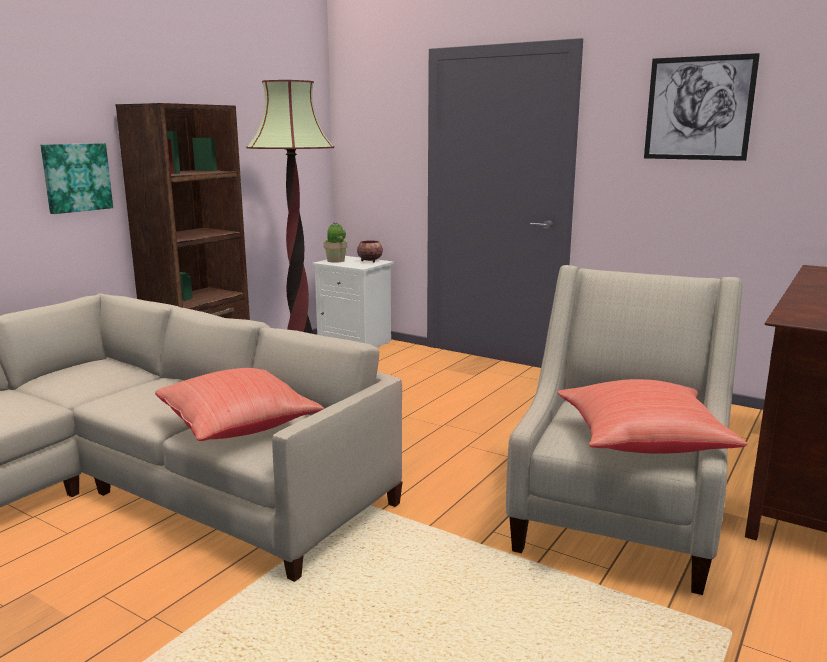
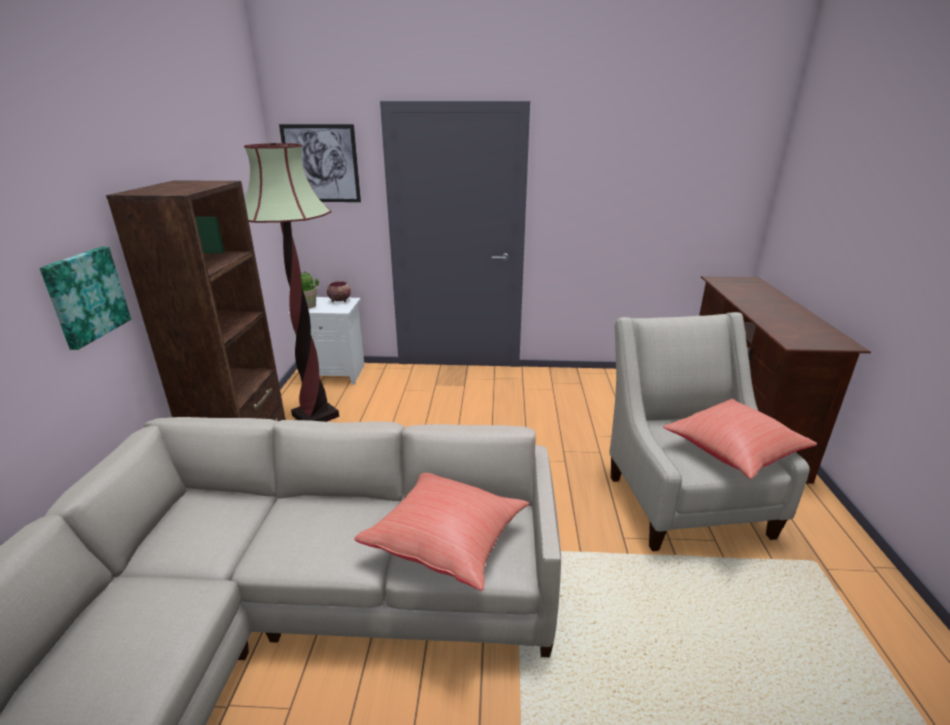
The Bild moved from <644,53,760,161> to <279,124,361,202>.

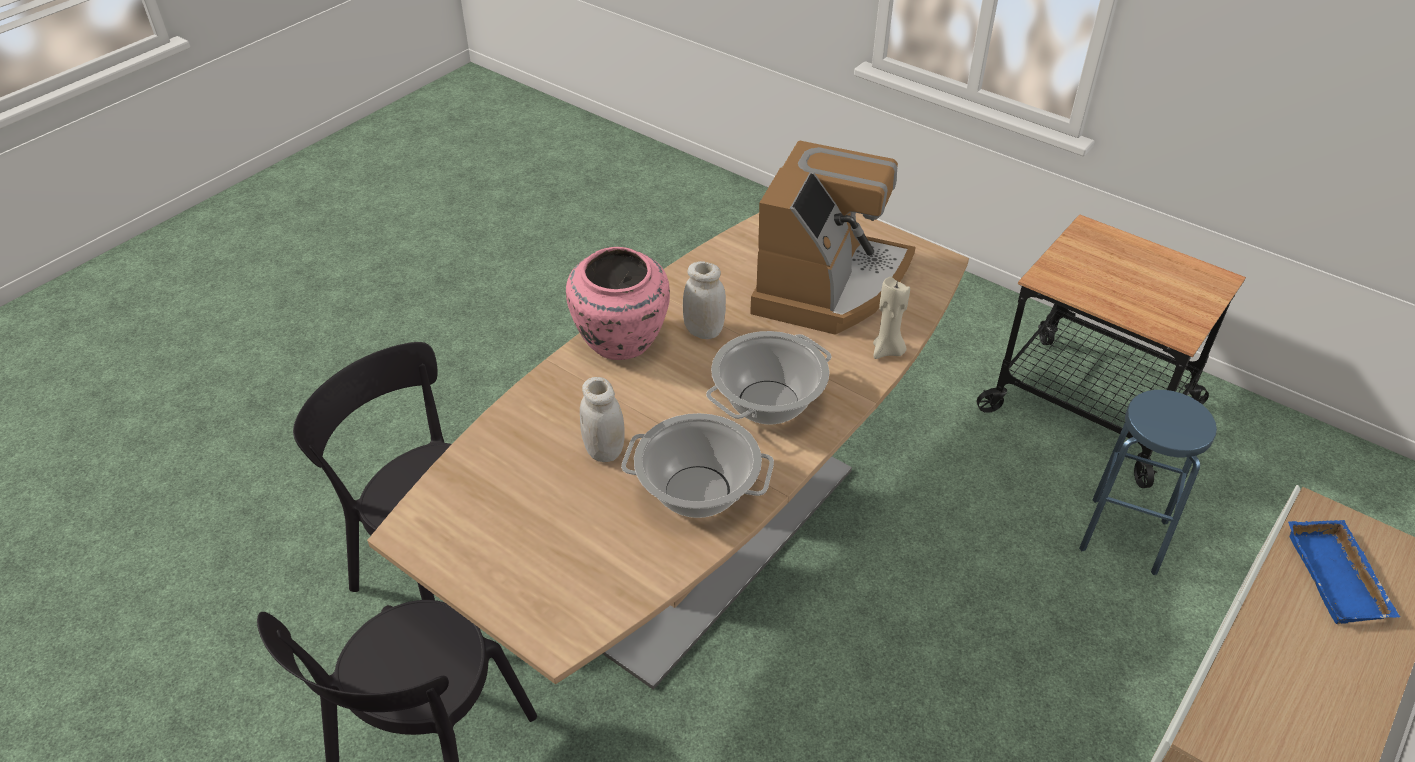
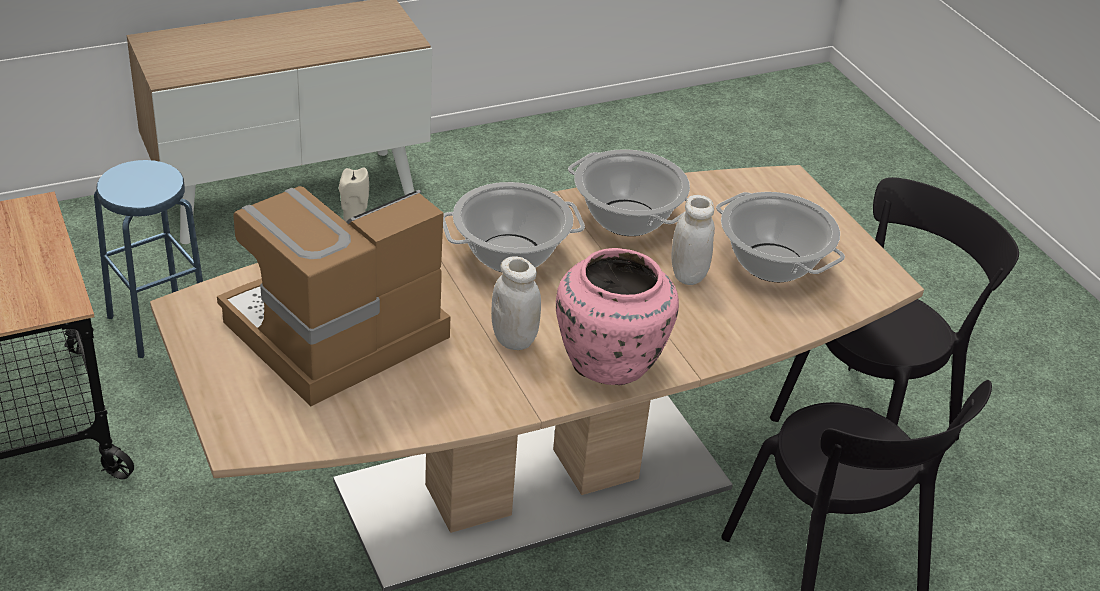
The Tablett/blau at <1288,520,1400,624> disappeared. The Kochtopf at <716,192,845,282> appeared.

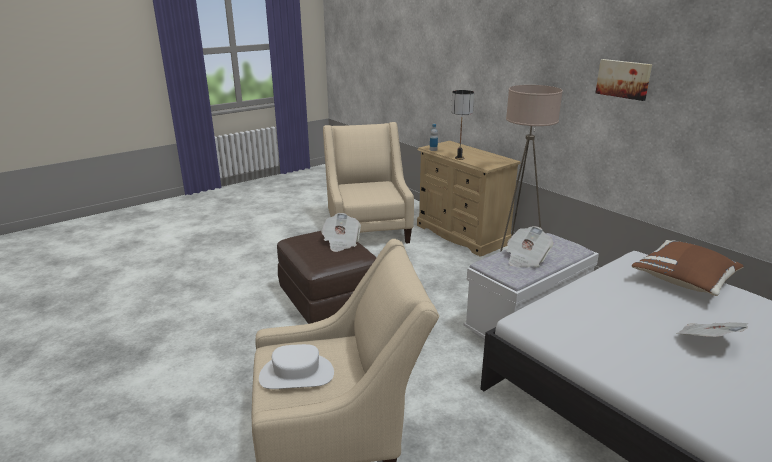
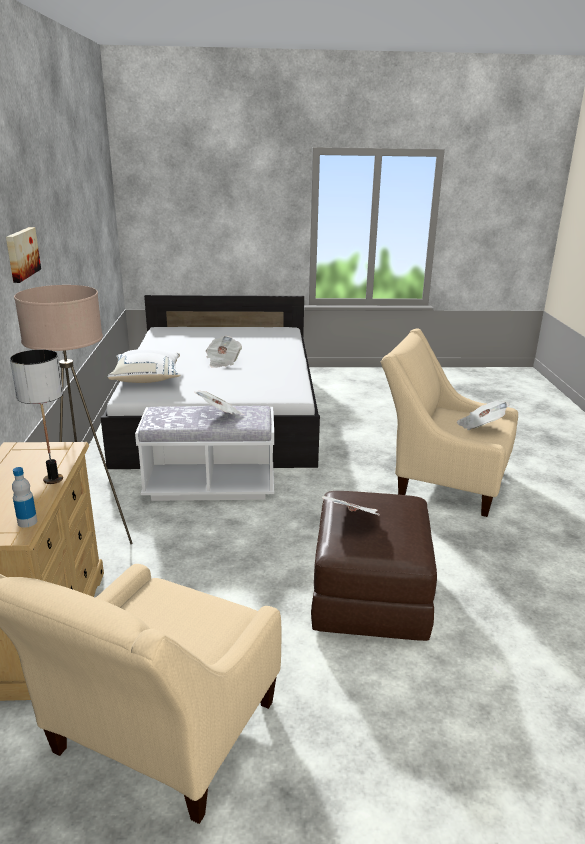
The Hut/weiß at <259,344,334,389> was replaced by the Zeitung at <456,401,509,430>. The Kissen/braun at <632,240,744,296> became the Kissen/weiß at <107,349,181,383>.

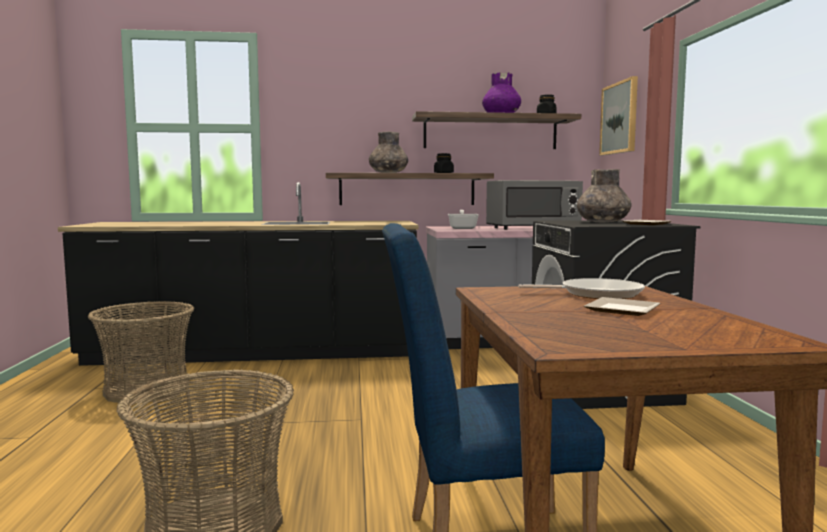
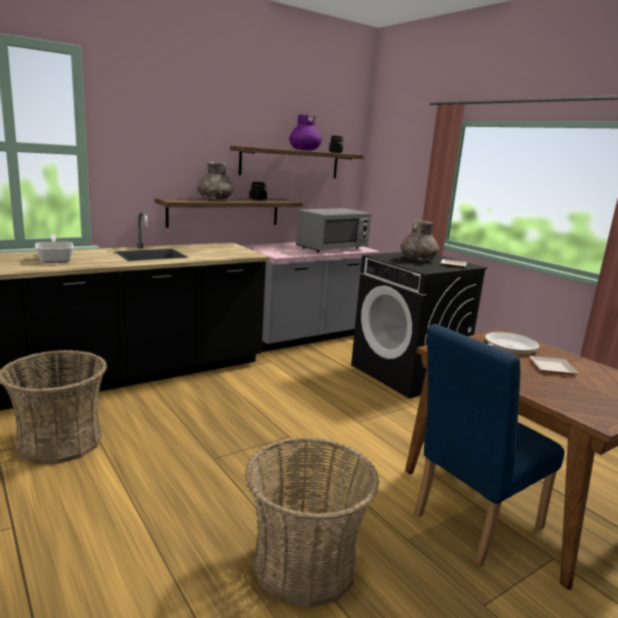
The Bild at <599,76,638,155> disappeared. The Pfanne moved from <448,210,479,229> to <35,234,74,263>.

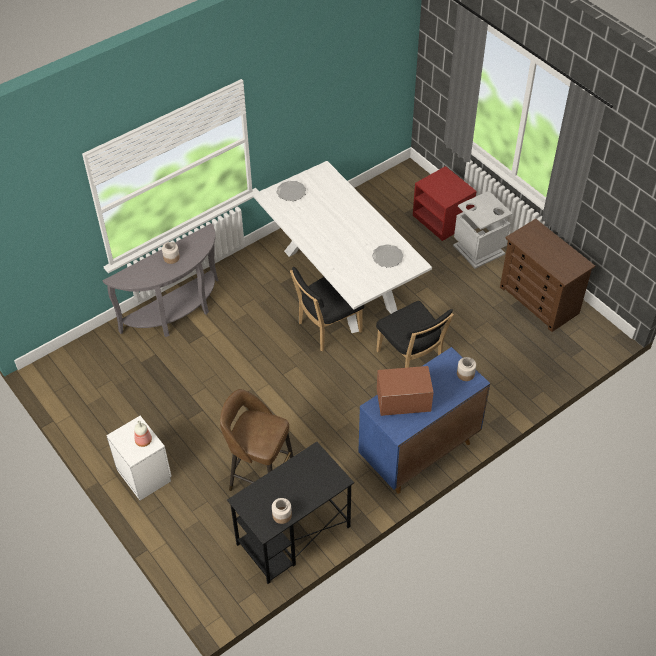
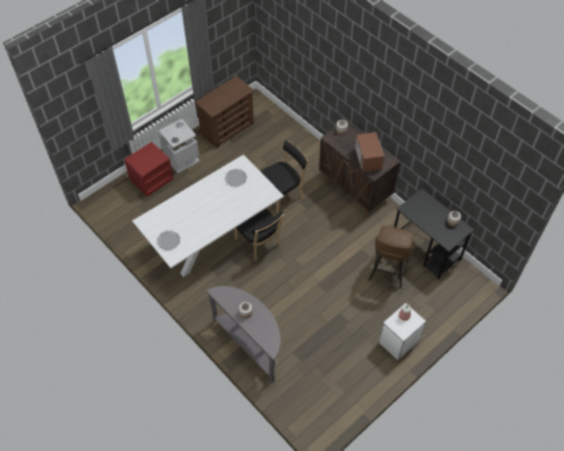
The Schrank/blau at <358,347,490,494> became the Schrank/braun at <319,120,400,215>.

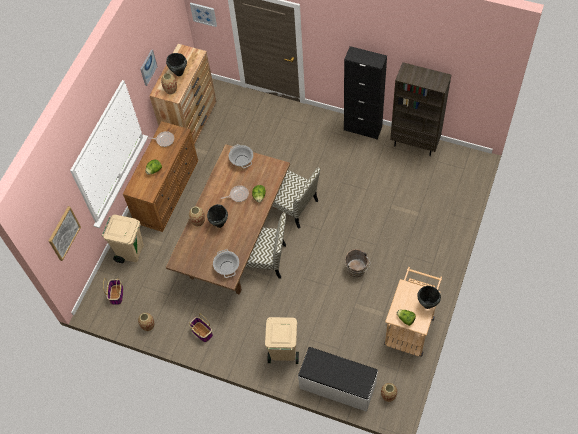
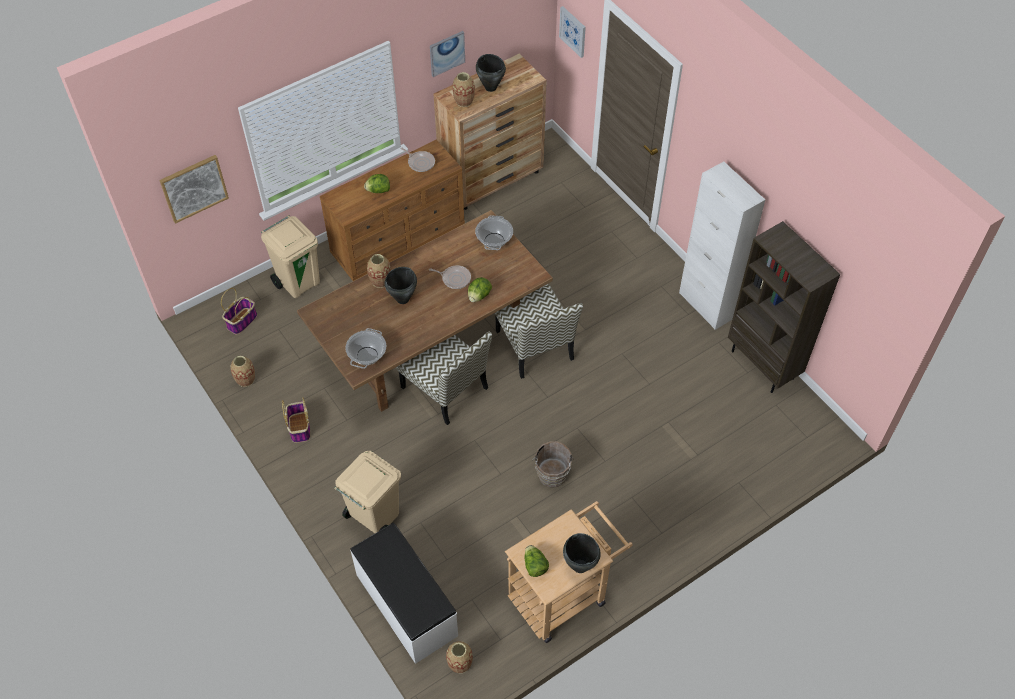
The Schrank/schwarz at <344,46,387,139> became the Schrank/weiß at <679,162,765,330>.

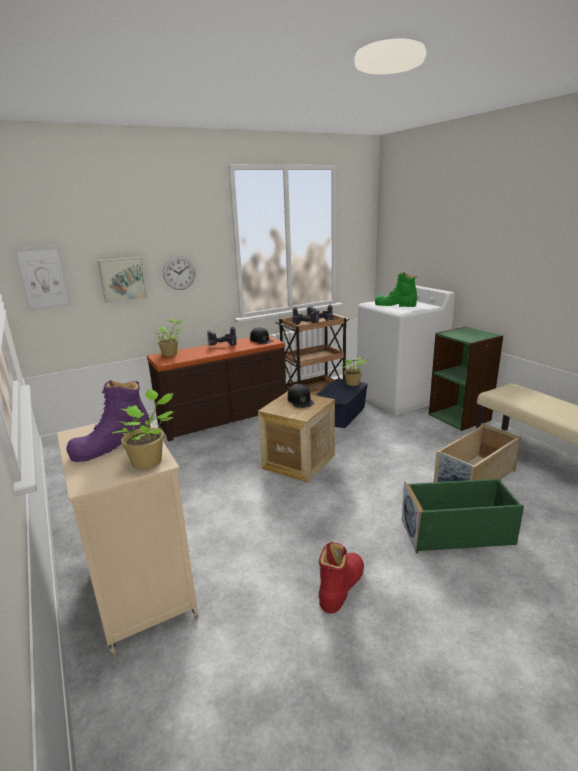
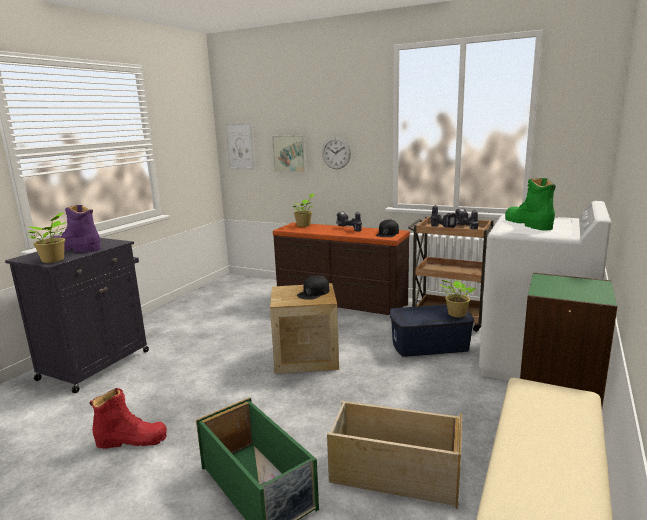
The Schrank/beige at <57,423,198,656> became the Schrank/schwarz at <5,238,149,393>.

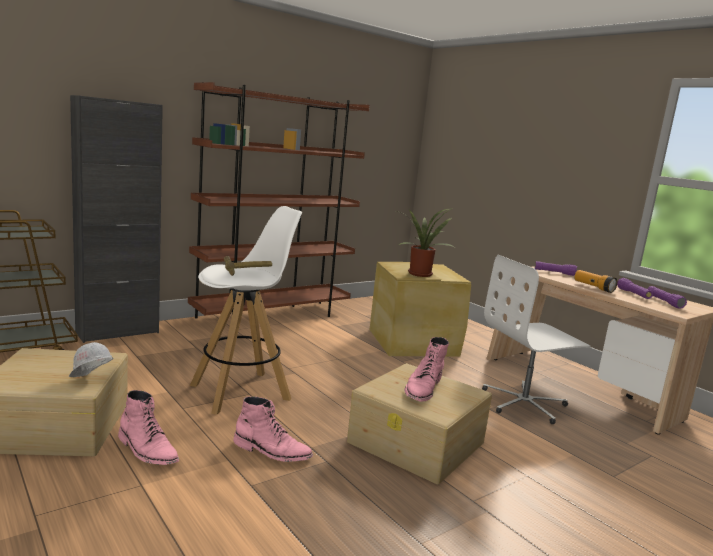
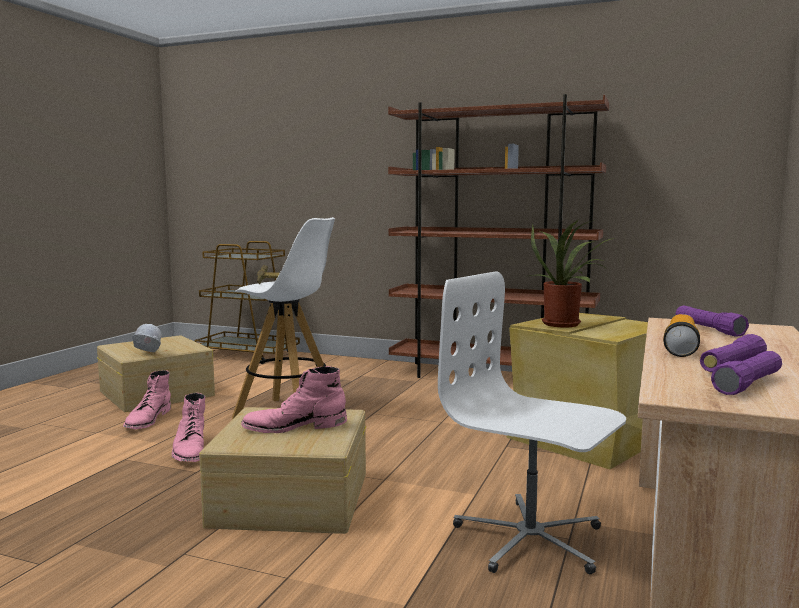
The Schrank/schwarz at <70,95,163,343> disappeared.

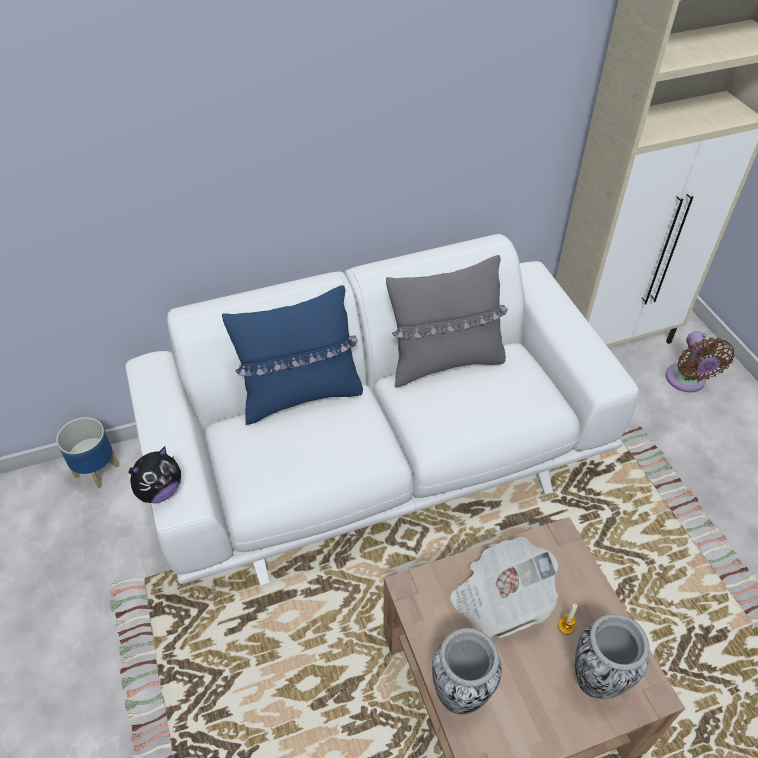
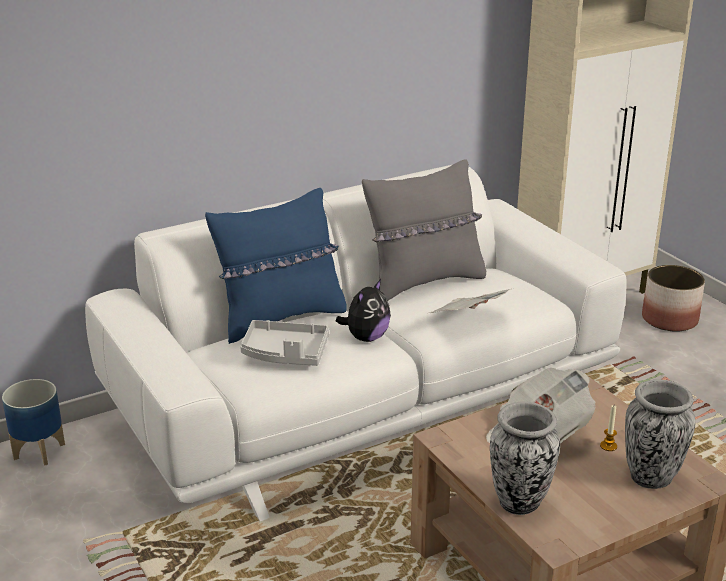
The Tablett/grau at <240,320,329,366> appeared. The Zeitung at <429,288,514,313> appeared. The Plüschtier moved from <128,446,181,503> to <336,279,391,342>. The Ventilator/braun at <666,331,735,393> was replaced by the Pflanzkübel at <642,265,705,332>.

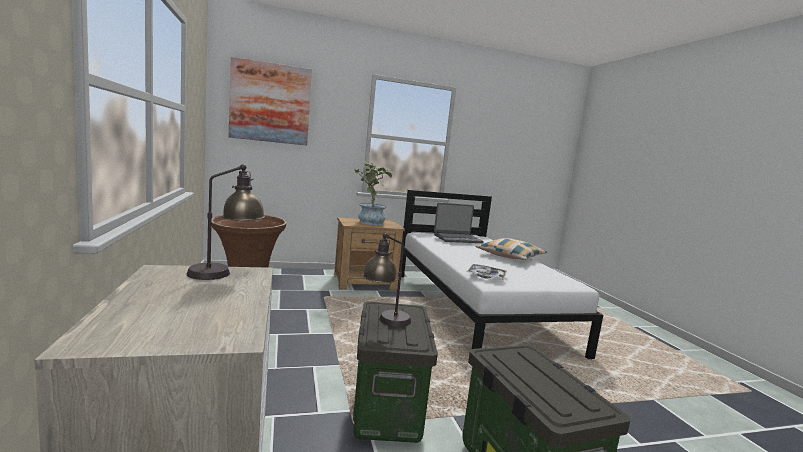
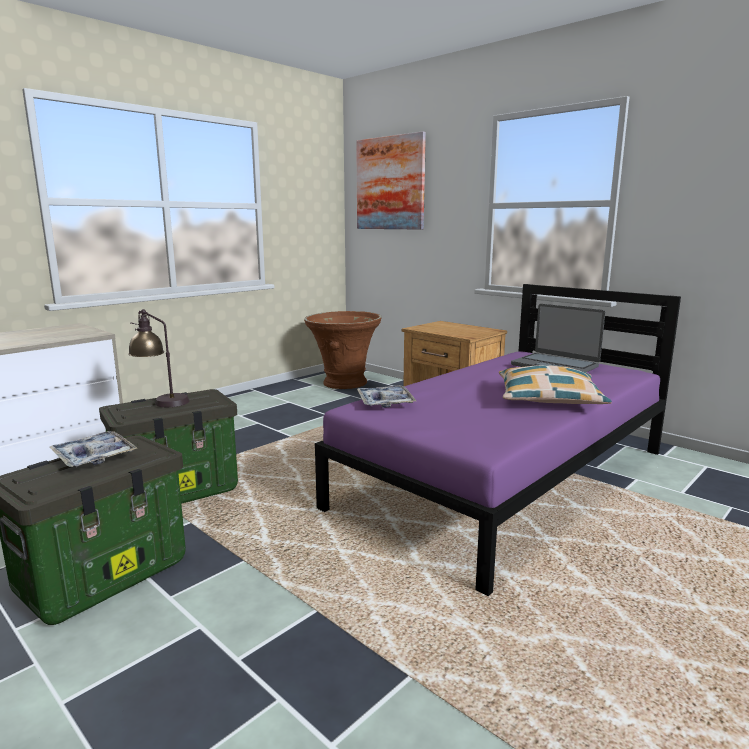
The Tischlampe at <187,164,265,280> disappeared. The Topfpflanze at <351,161,394,225> disappeared. The Tablett at <50,431,137,467> appeared. The Bett/weiß at <399,190,603,359> became the Bett/lila at <315,284,681,596>.

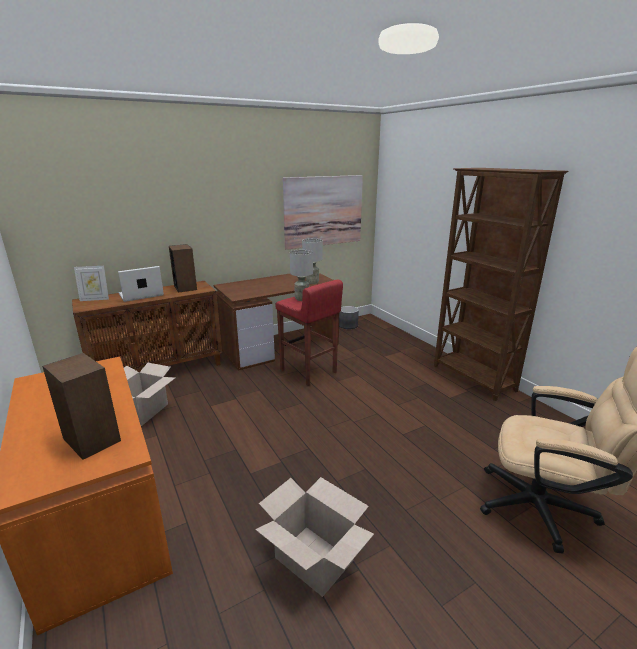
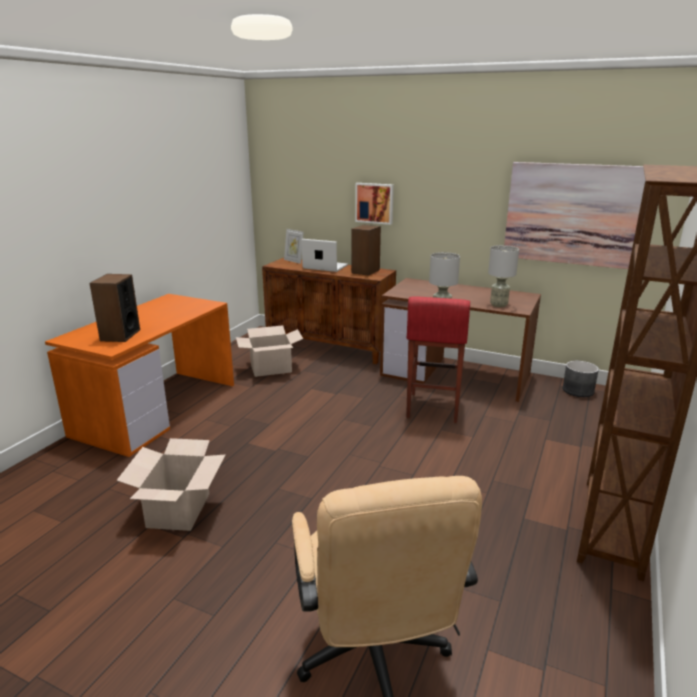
The Bild at <355,183,394,225> appeared.

